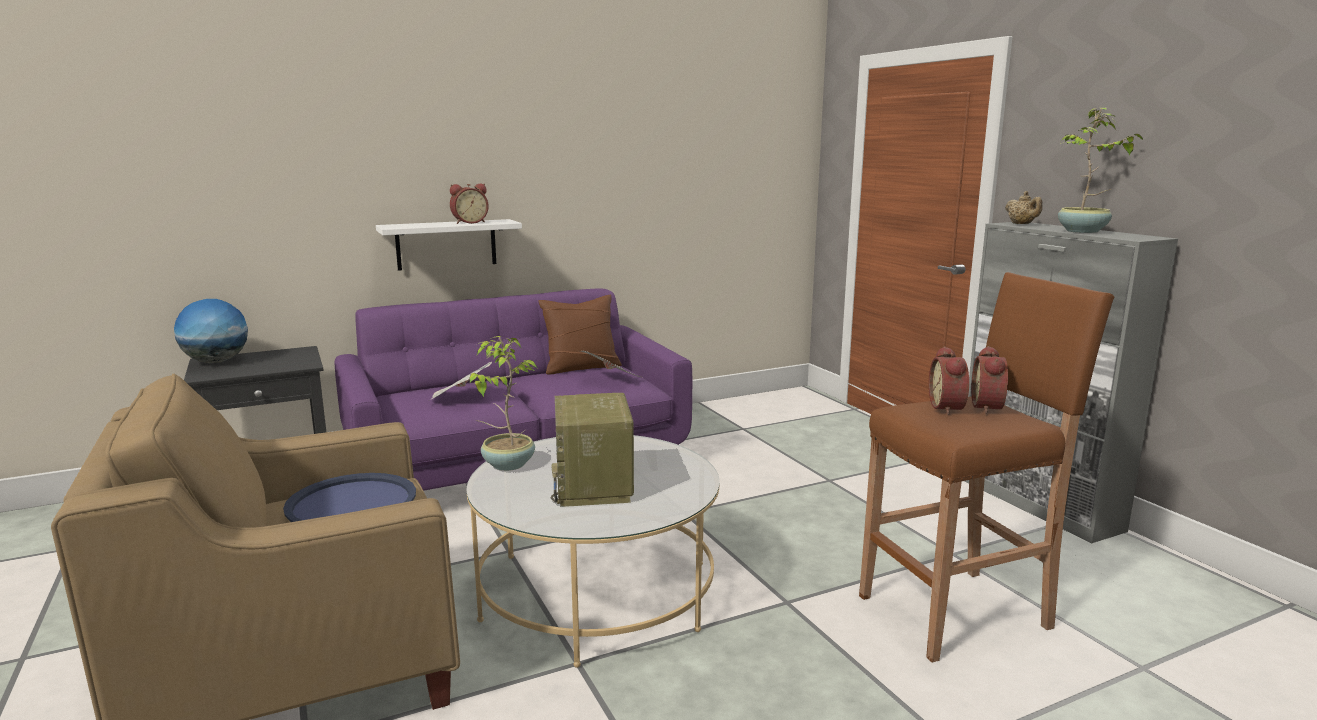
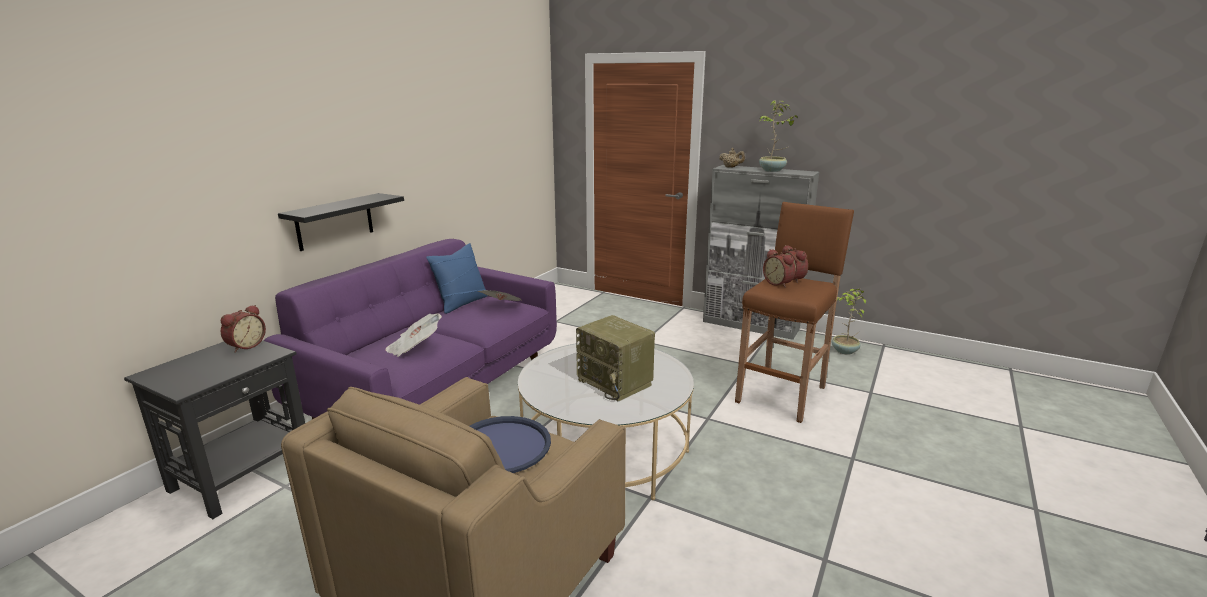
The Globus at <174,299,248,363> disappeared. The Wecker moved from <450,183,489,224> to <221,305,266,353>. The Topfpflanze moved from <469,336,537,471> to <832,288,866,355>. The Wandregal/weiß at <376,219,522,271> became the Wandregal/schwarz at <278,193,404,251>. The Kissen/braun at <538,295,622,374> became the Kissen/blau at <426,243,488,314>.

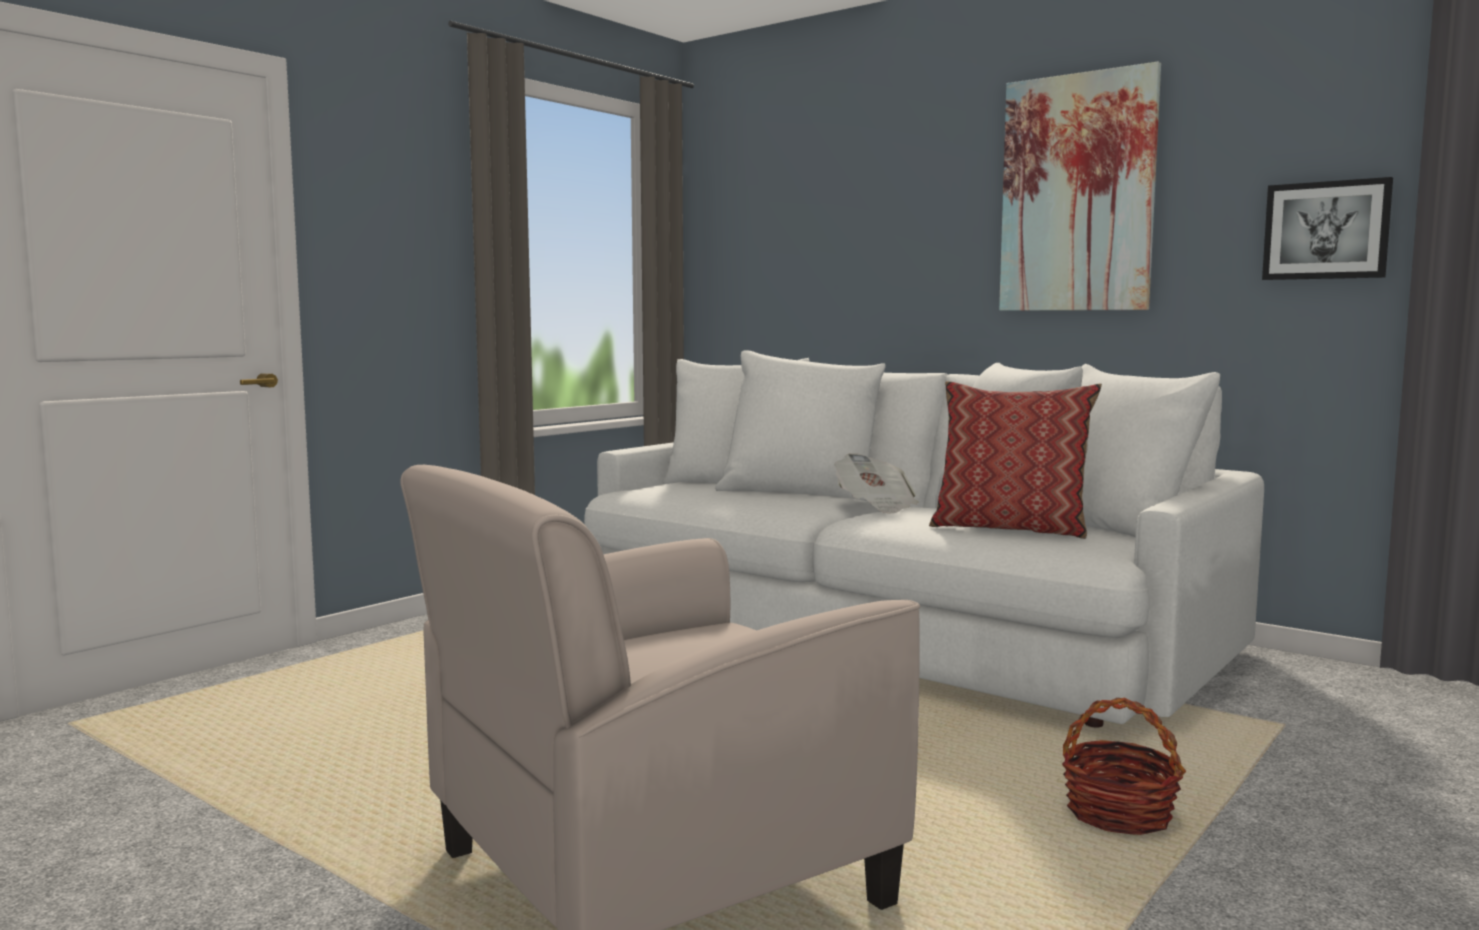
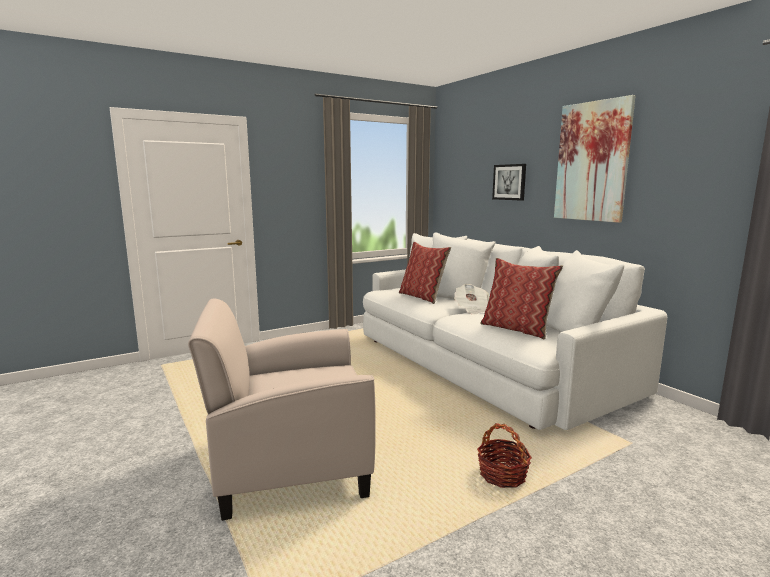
The Kissen at <399,242,451,304> appeared. The Bild moved from <1262,177,1393,280> to <492,164,526,201>.

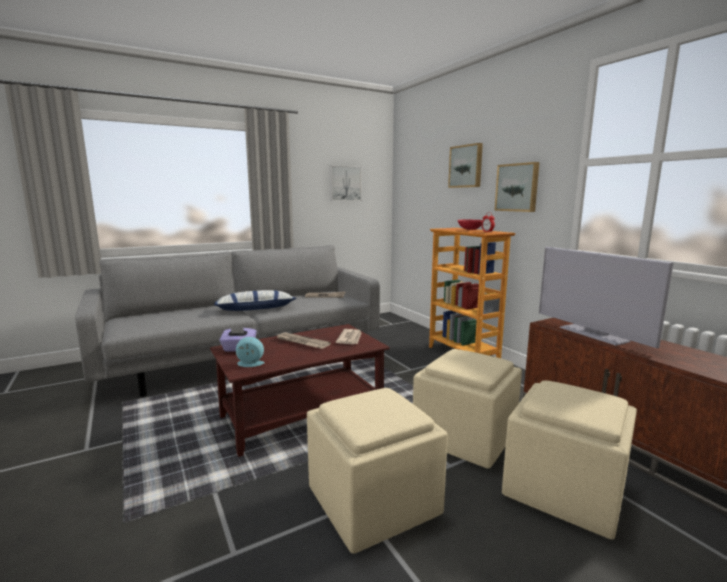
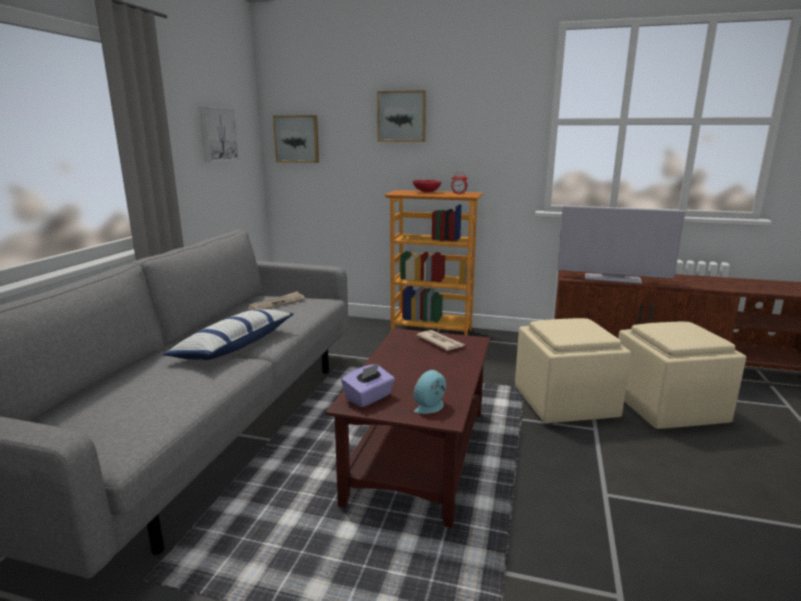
The Zeitung at <275,332,331,349> disappeared. The Polsterhocker/beige at <307,388,448,554> disappeared. The Bild moved from <494,162,539,212> to <273,115,319,163>.

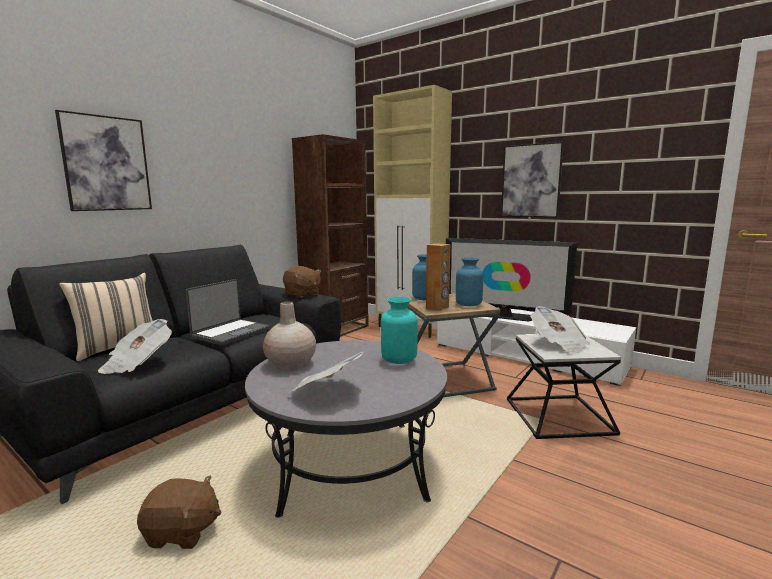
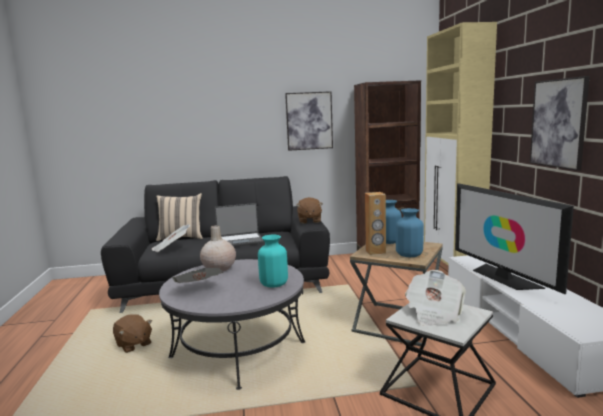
The Bild moved from <55,110,152,211> to <285,91,333,151>.

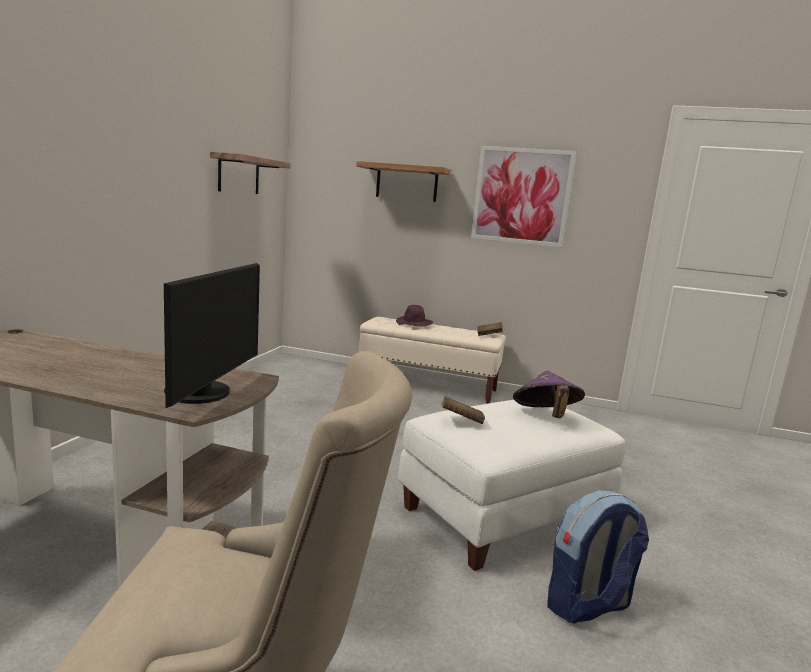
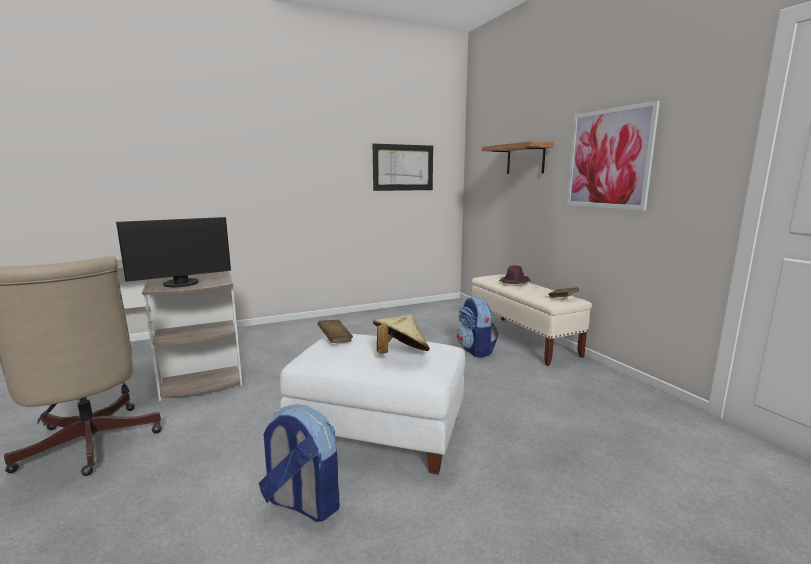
The Rucksack at <457,296,498,358> appeared. The Wandregal at <210,151,291,194> was replaced by the Bild at <373,144,433,191>. The Hut/lila at <513,370,585,418> became the Hut/beige at <373,314,430,354>.

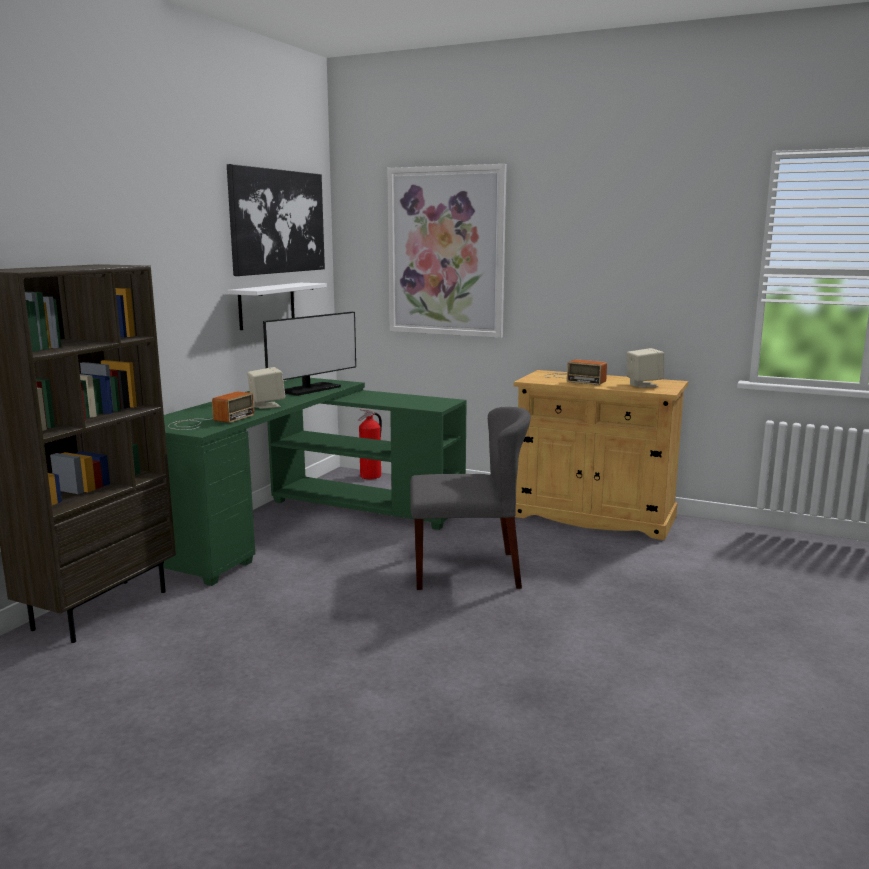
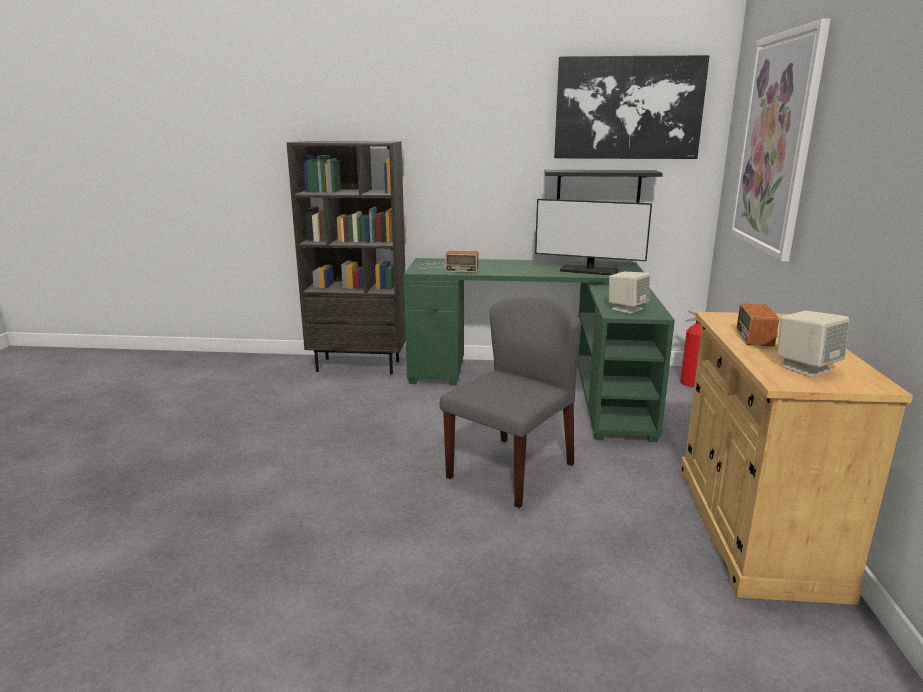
The Lautsprecher/beige moved from <247,367,285,409> to <609,272,650,314>. The Wandregal/weiß at <228,283,327,330> became the Wandregal/schwarz at <544,170,663,203>. The Stuhl/grau at <410,407,531,590> turned 120 degrees counterclockwise.

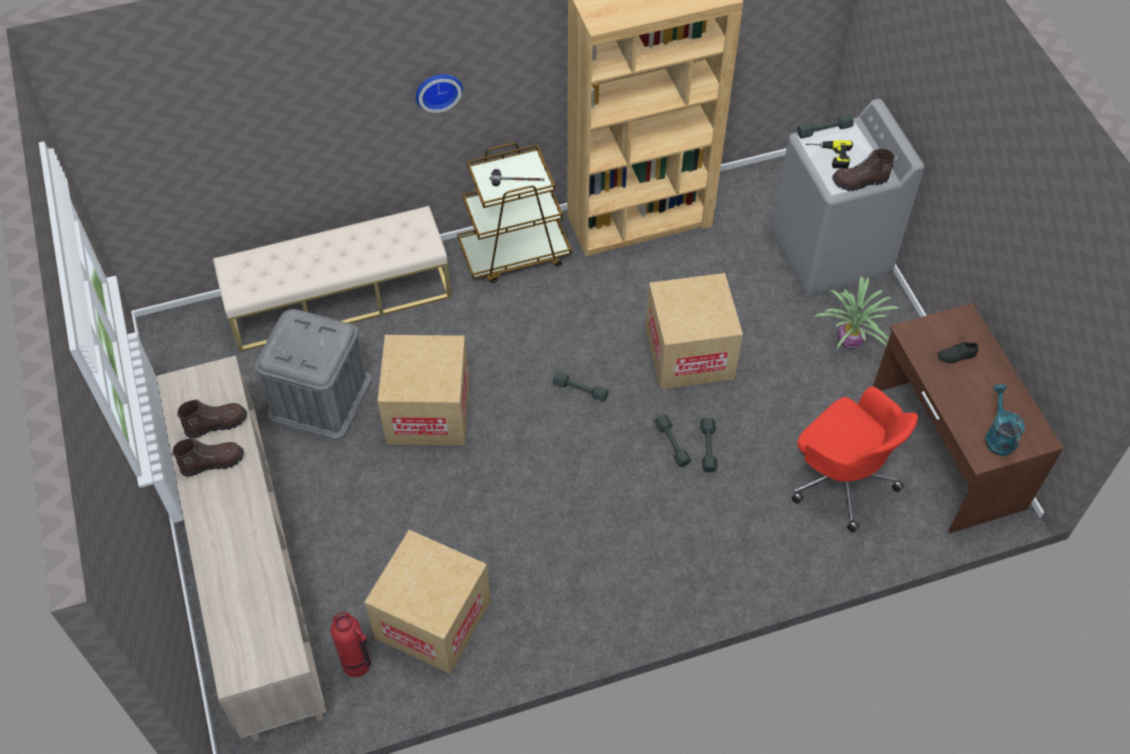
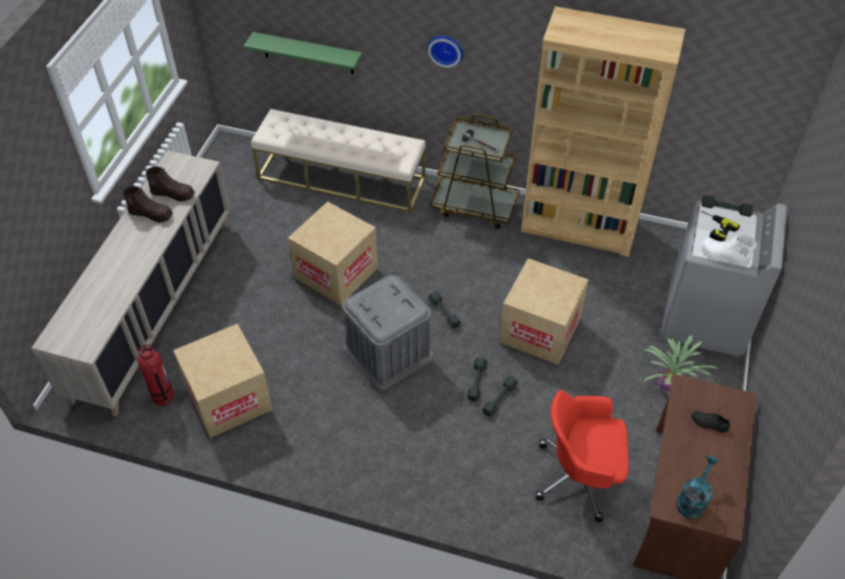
The Wandregal/grün at <243,32,362,74> appeared. The Aufbewahrungsbox/grau moved from <255,309,371,440> to <342,275,433,390>. The Stiefel/braun at <832,149,895,191> became the Stiefel/weiß at <700,233,756,267>. The Bürostuhl/rot at <792,386,918,532> turned 105 degrees clockwise.

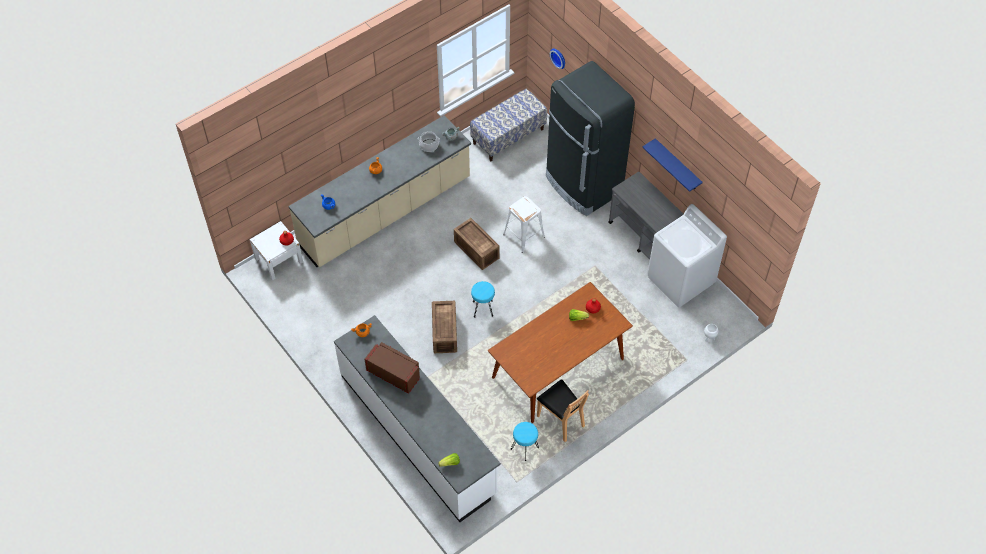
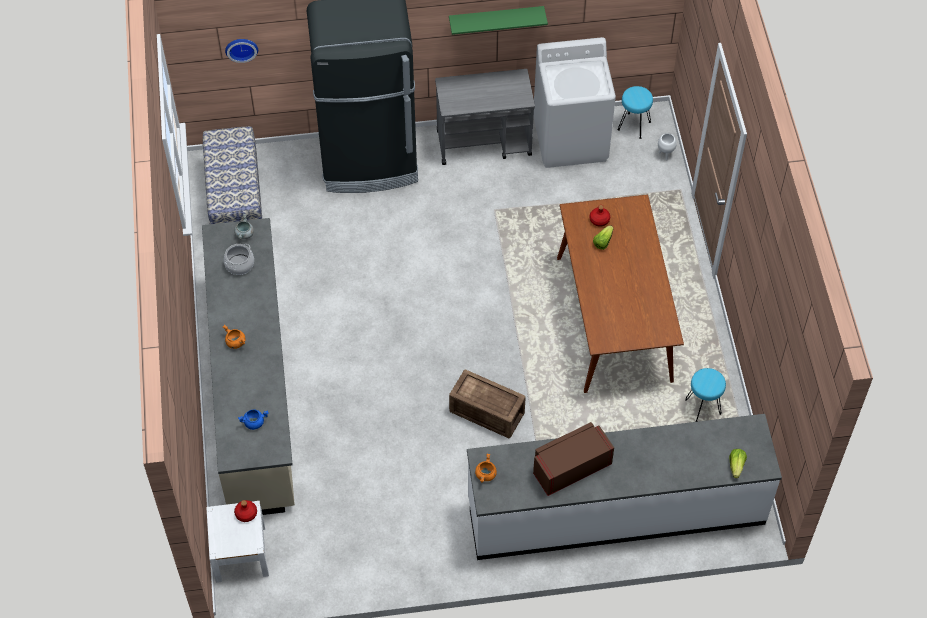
The Kiste at <454,218,499,270> disappeared. The Hocker/weiß at <503,196,545,253> disappeared. The Stuhl/braun at <537,379,589,442> disappeared. The Hocker/türkis moved from <471,281,495,317> to <618,86,653,139>. The Wandregal/blau at <642,138,703,192> became the Wandregal/grün at <449,6,548,35>.

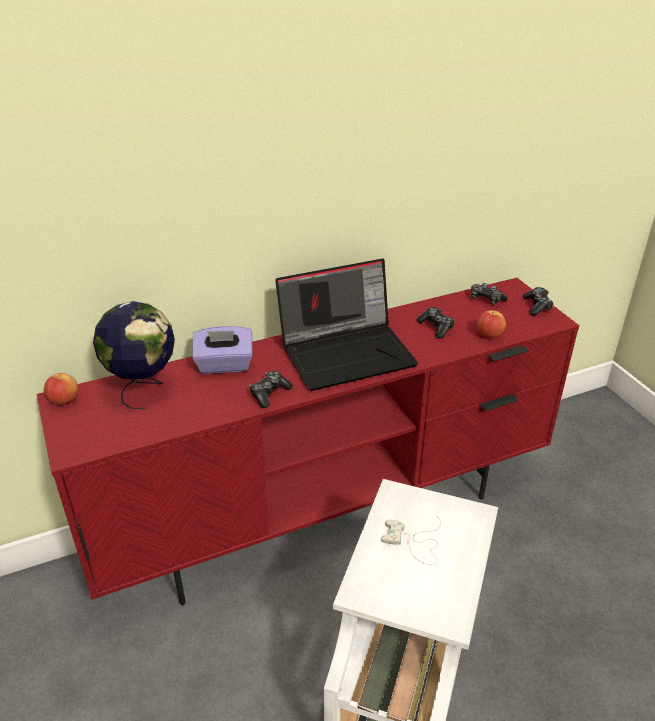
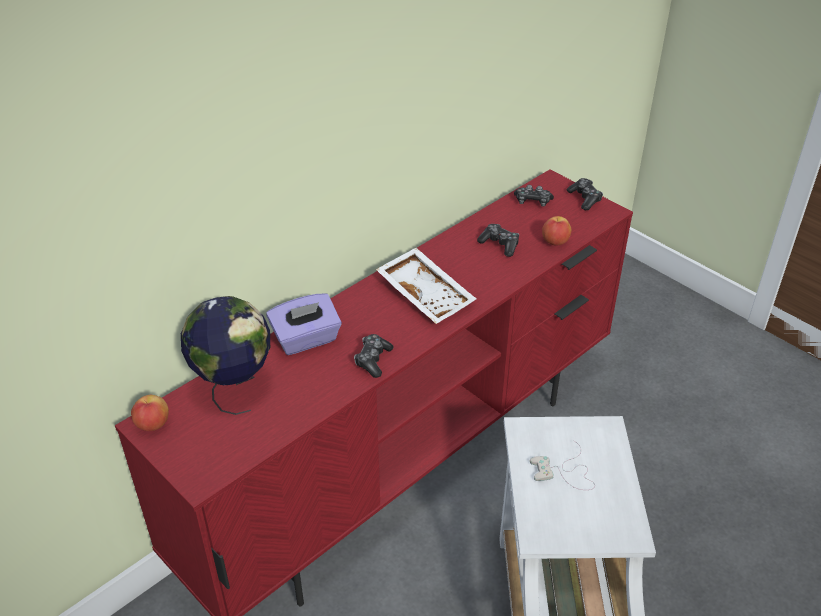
The Laptop at <275,258,418,391> was replaced by the Tablett/weiß at <376,248,476,324>.

